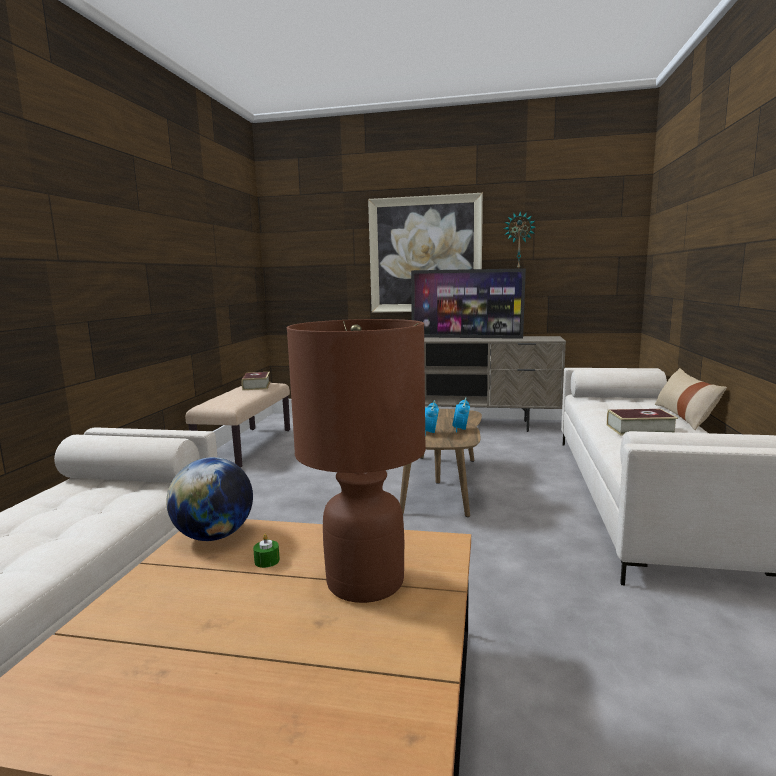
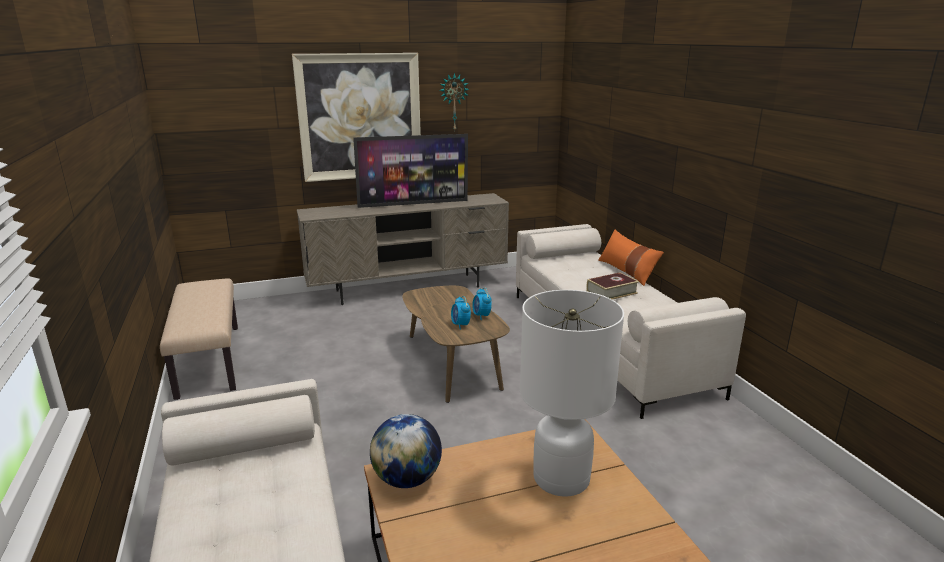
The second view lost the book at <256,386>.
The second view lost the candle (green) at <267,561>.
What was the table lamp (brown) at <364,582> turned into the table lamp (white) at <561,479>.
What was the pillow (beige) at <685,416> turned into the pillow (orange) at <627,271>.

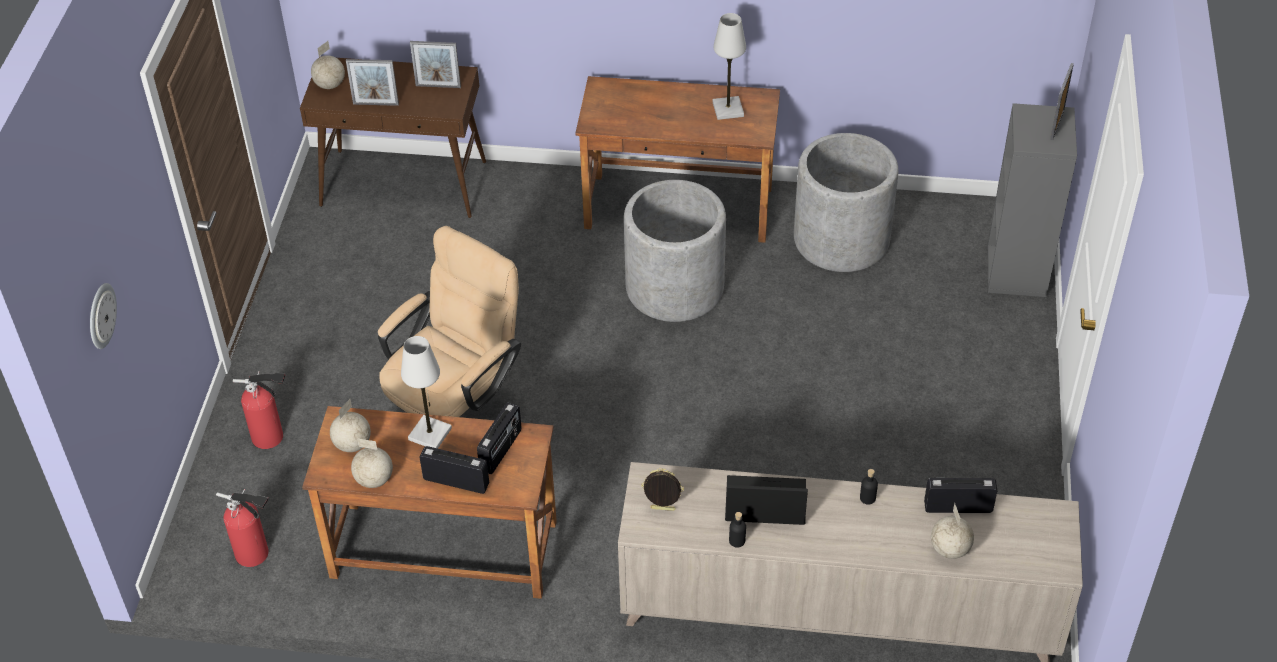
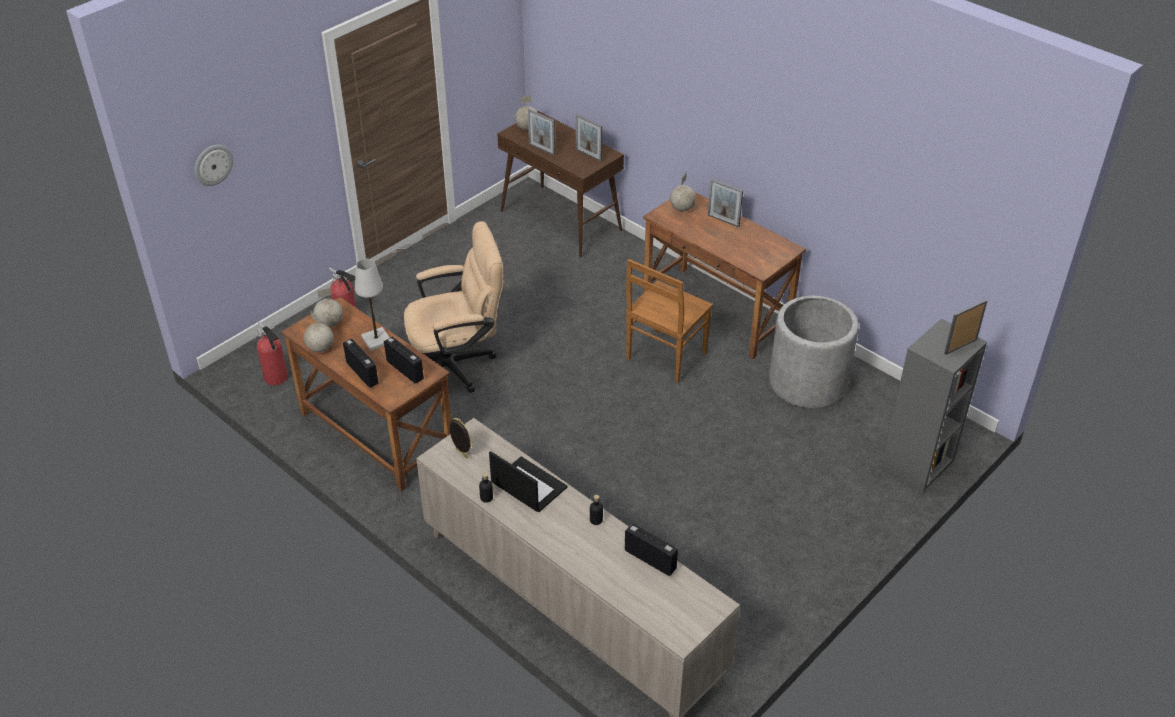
The second view lost the table lamp (white) at <728,109>.
The second view gained the picture frame at <723,220>.
The globe ended up elsewhere, having gone from <950,549> to <682,208>.
Where the planter (grey) stood at <674,288>, the chair (brown) came to stand at <665,357>.
The radio at <501,450> ended up facing another way, 105 degrees counterclockwise from before.

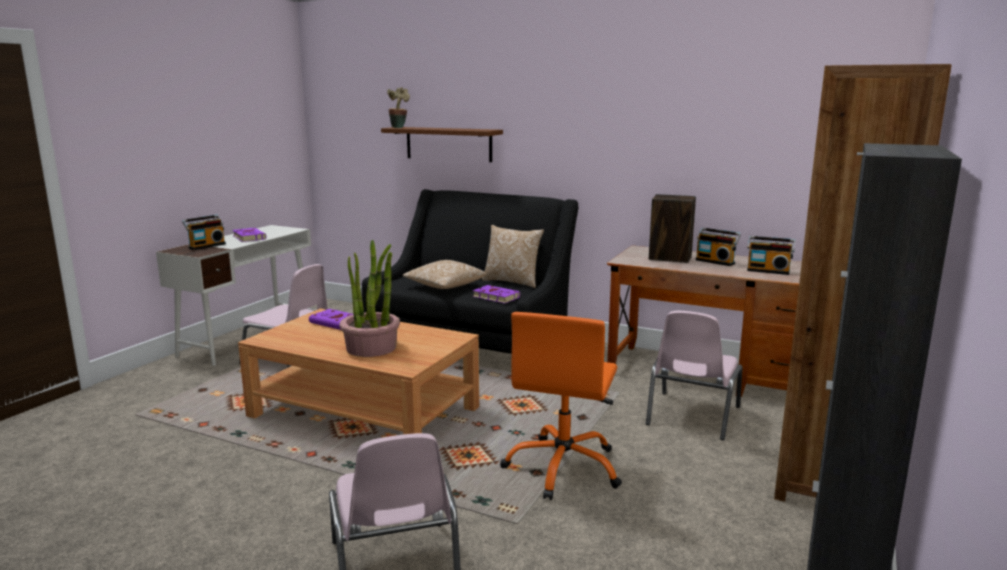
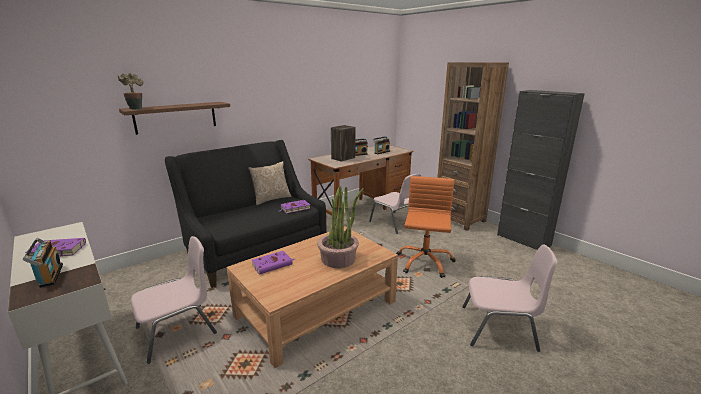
The second view lost the pillow at <444,286>.
The office chair (orange) at <564,468> ended up facing another way, 120 degrees counterclockwise from before.

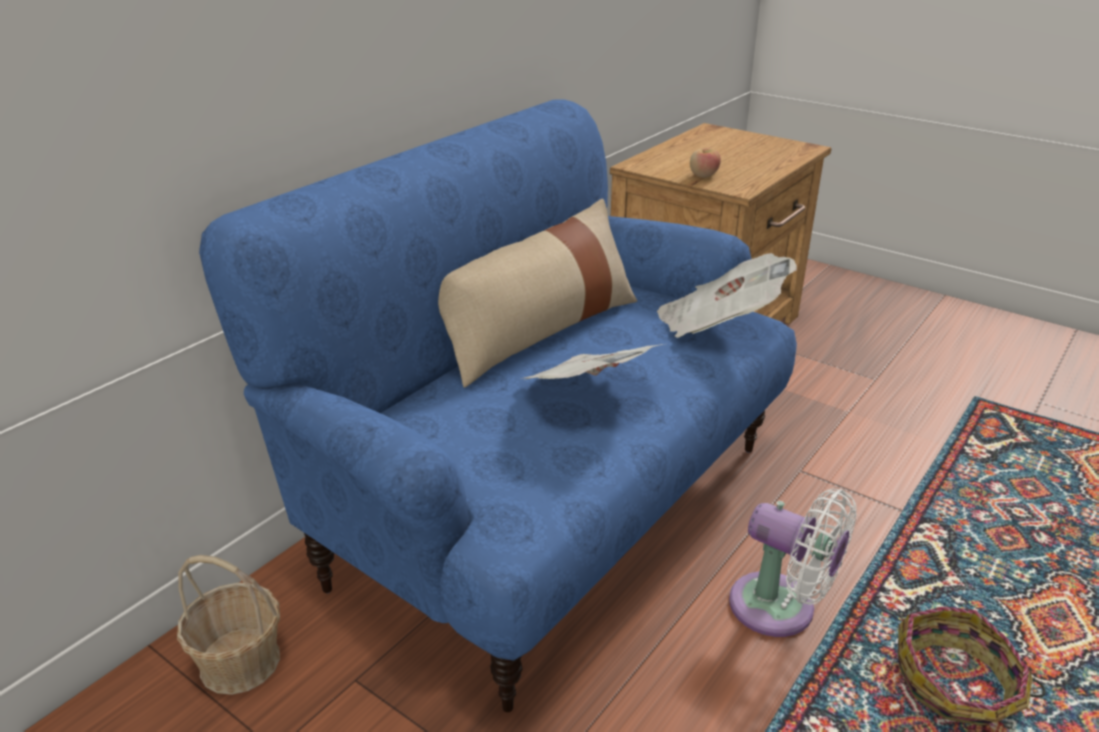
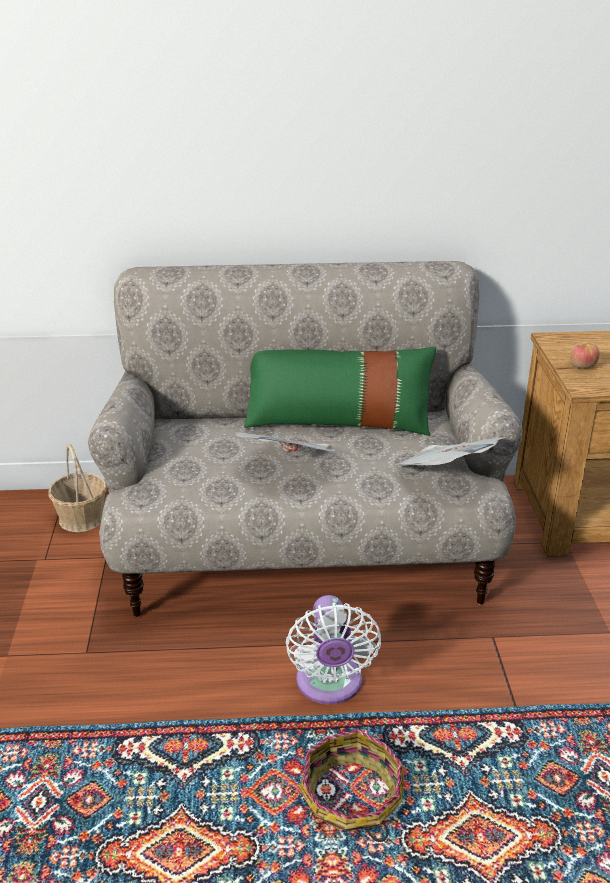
What was the sofa (blue) at <549,509> turned into the sofa (beige) at <304,550>.
What was the pillow (beige) at <539,331> turned into the pillow (green) at <338,421>.

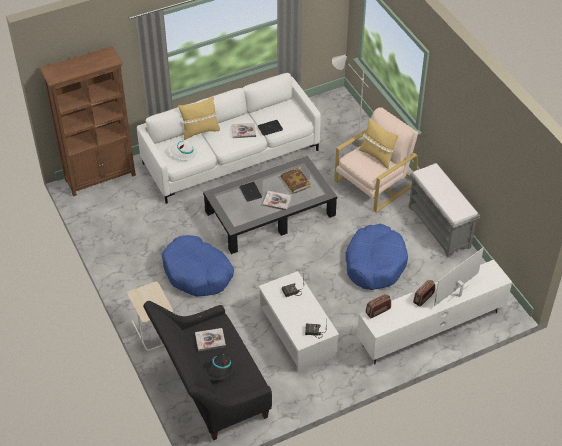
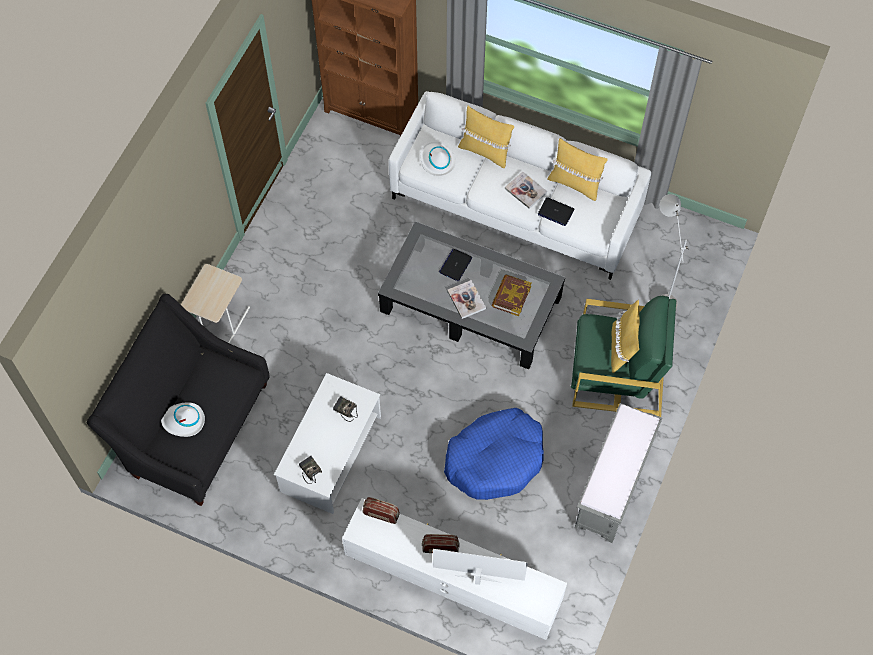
The second view lost the dog bed (blue) at <197,273>.
The second view lost the book at <210,340>.
The second view gained the pillow (yellow) at <575,183>.
What was the hat (black) at <220,370> turned into the hat (white) at <184,421>.
What was the armchair (beige) at <375,182> turned into the armchair (green) at <618,372>.

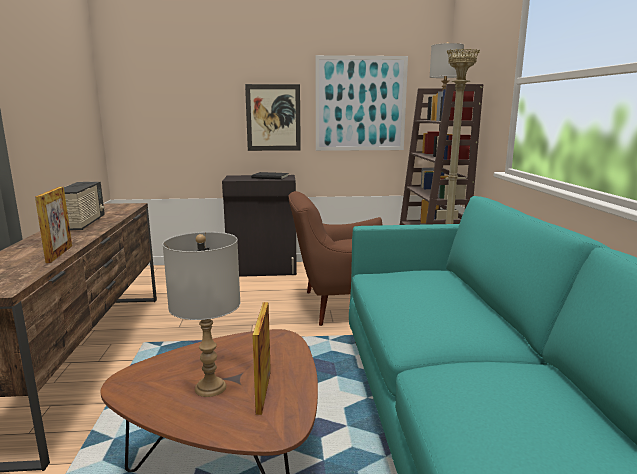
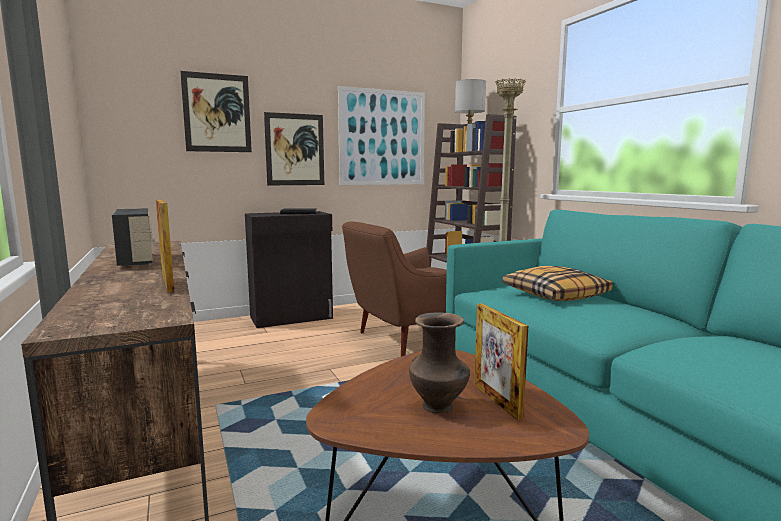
The second view gained the picture at <217,113>.
The second view gained the pillow at <554,295>.
Where the table lamp (grey) stood at <211,388>, the vase (brown) came to stand at <439,407>.

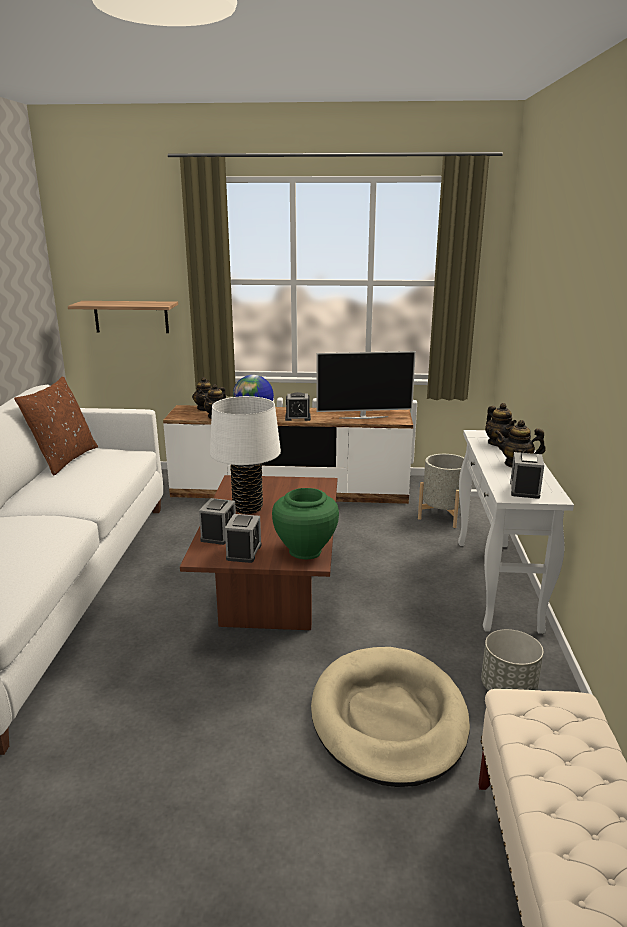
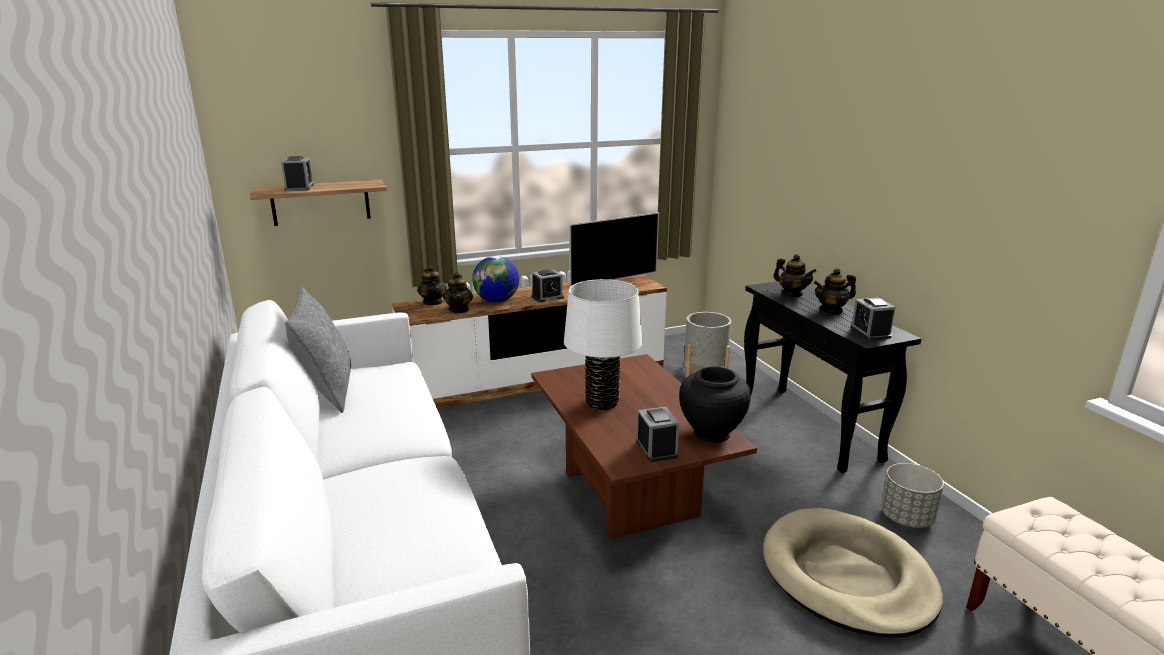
The alarm clock ended up elsewhere, having gone from <219,534> to <299,188>.
What was the pillow (brown) at <64,460> turned into the pillow (grey) at <327,391>.
What was the vase (green) at <305,551> turned into the vase (black) at <711,433>.
What was the console table (white) at <497,584> turned into the console table (black) at <810,428>.

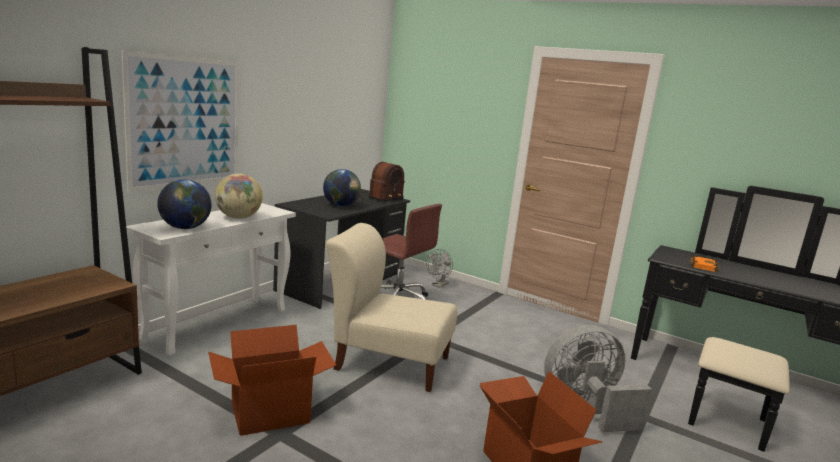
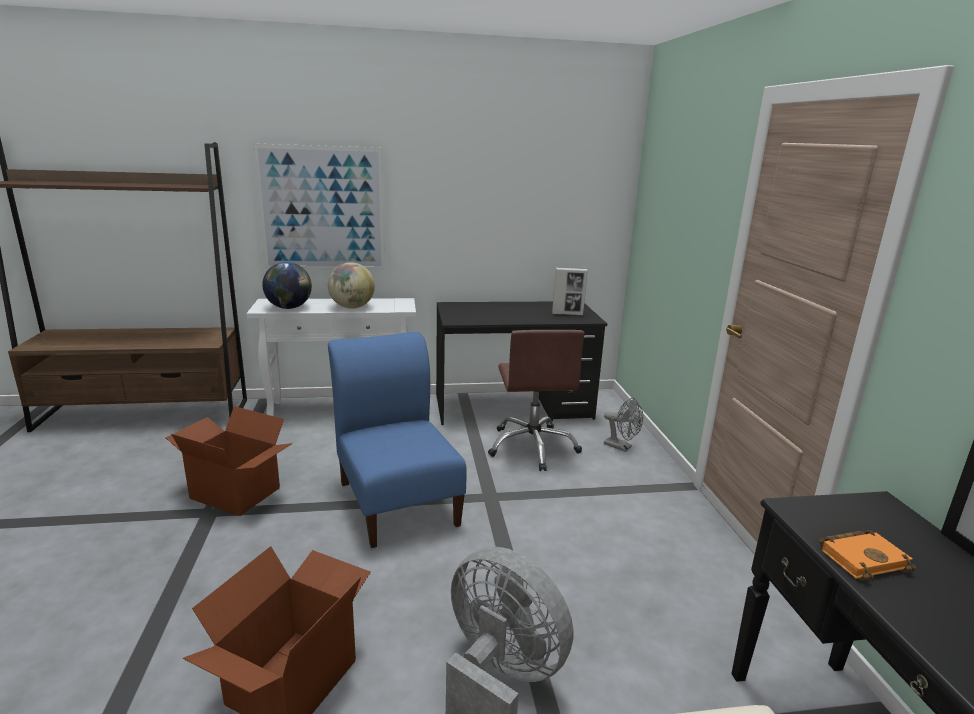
The second view lost the globe at <341,206>.
Where the radio stood at <377,198>, the picture frame came to stand at <567,314>.
What was the chair (beige) at <387,362> turned into the chair (blue) at <397,500>.
The fan (grey) at <439,285> ended up facing another way, 135 degrees counterclockwise from before.

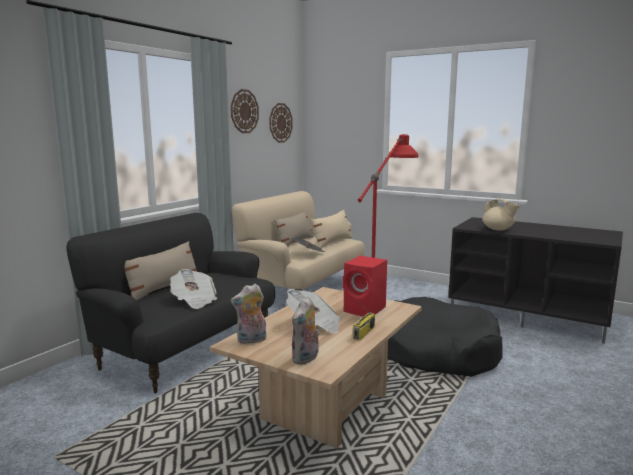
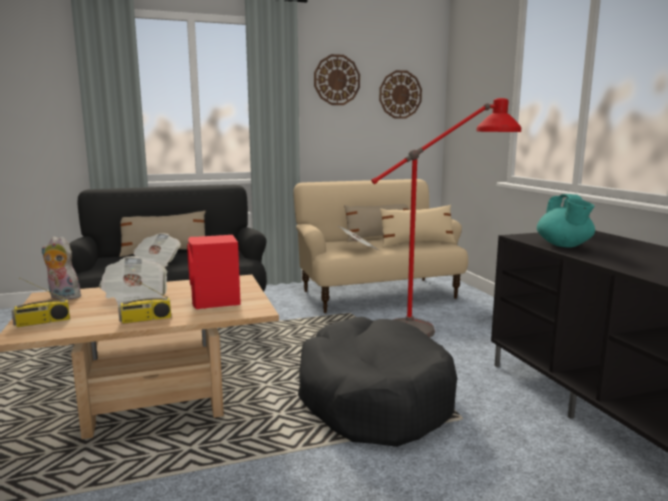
Where the plush toy stood at <306,359>, the radio came to stand at <42,322>.
What was the teapot (beige) at <498,229> turned into the teapot (turquoise) at <564,245>.

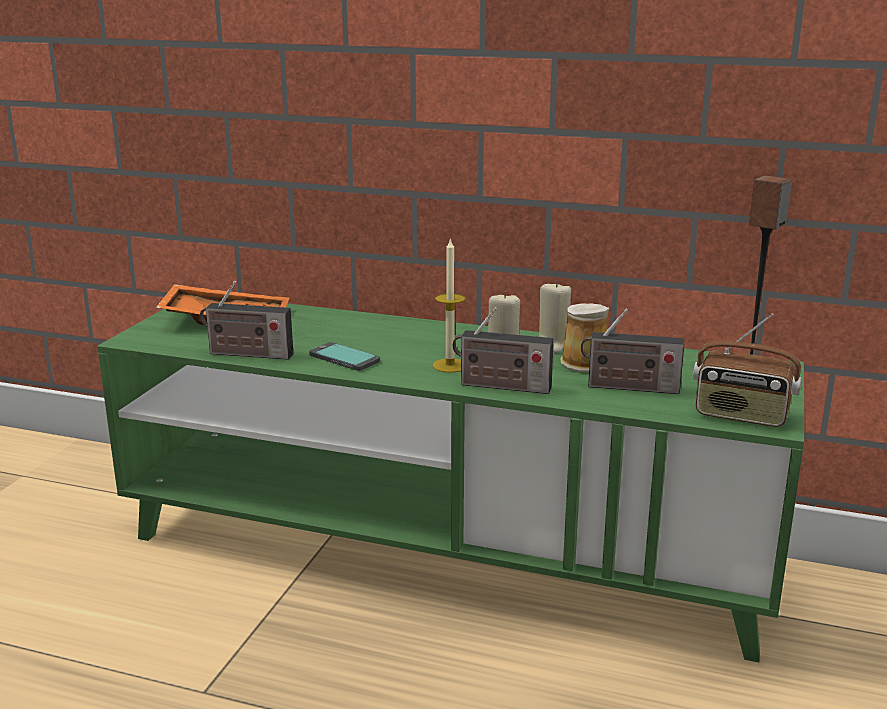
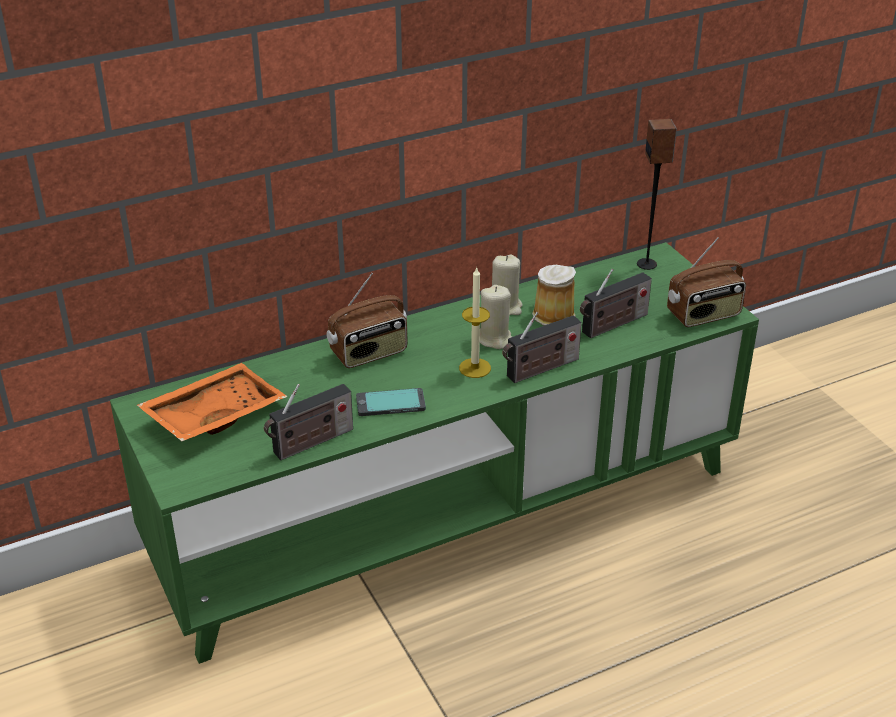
The second view gained the radio at <369,353>.

